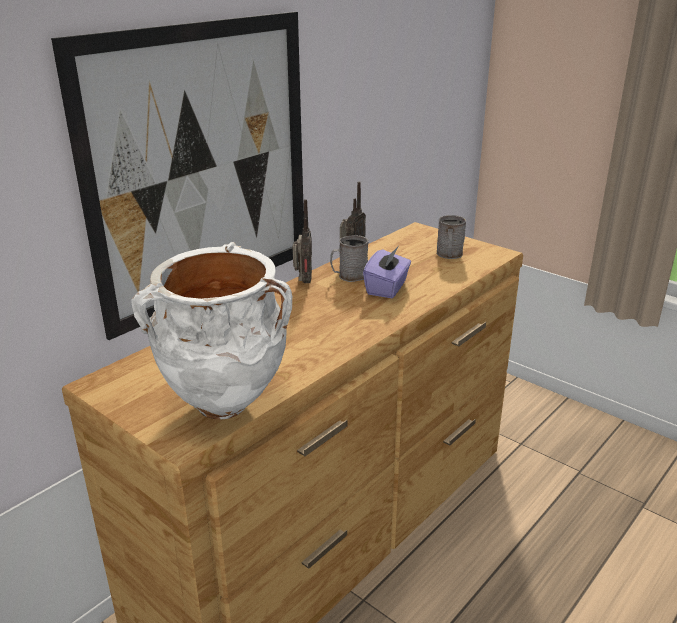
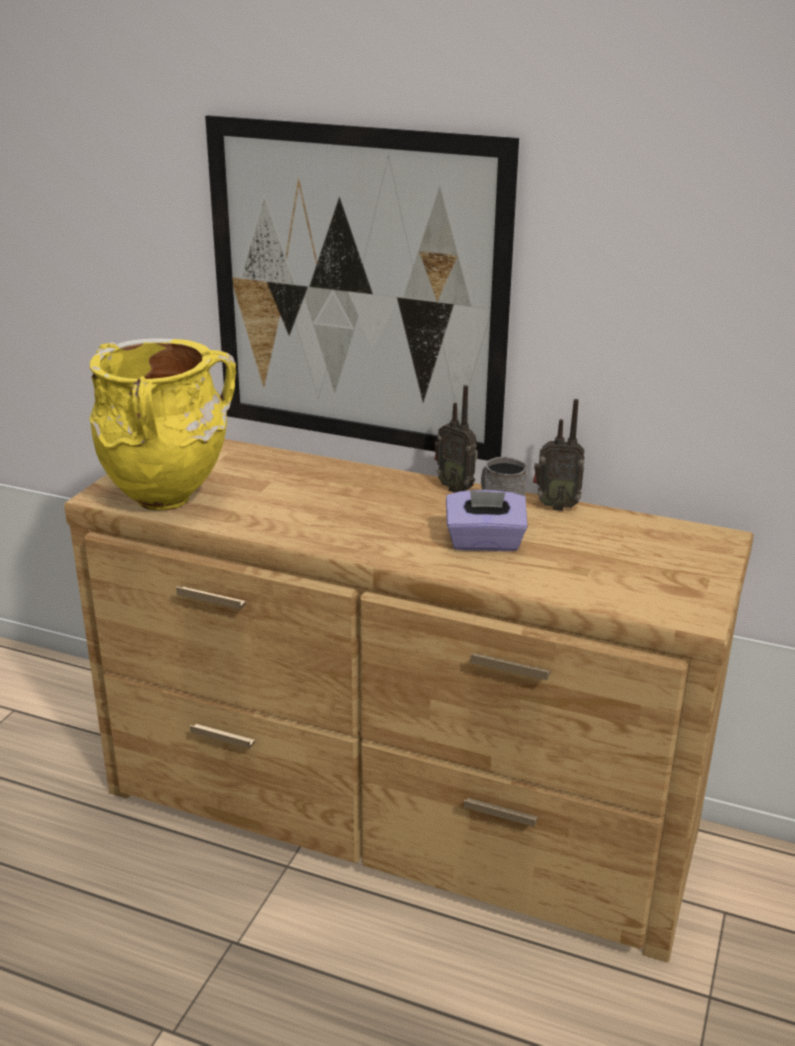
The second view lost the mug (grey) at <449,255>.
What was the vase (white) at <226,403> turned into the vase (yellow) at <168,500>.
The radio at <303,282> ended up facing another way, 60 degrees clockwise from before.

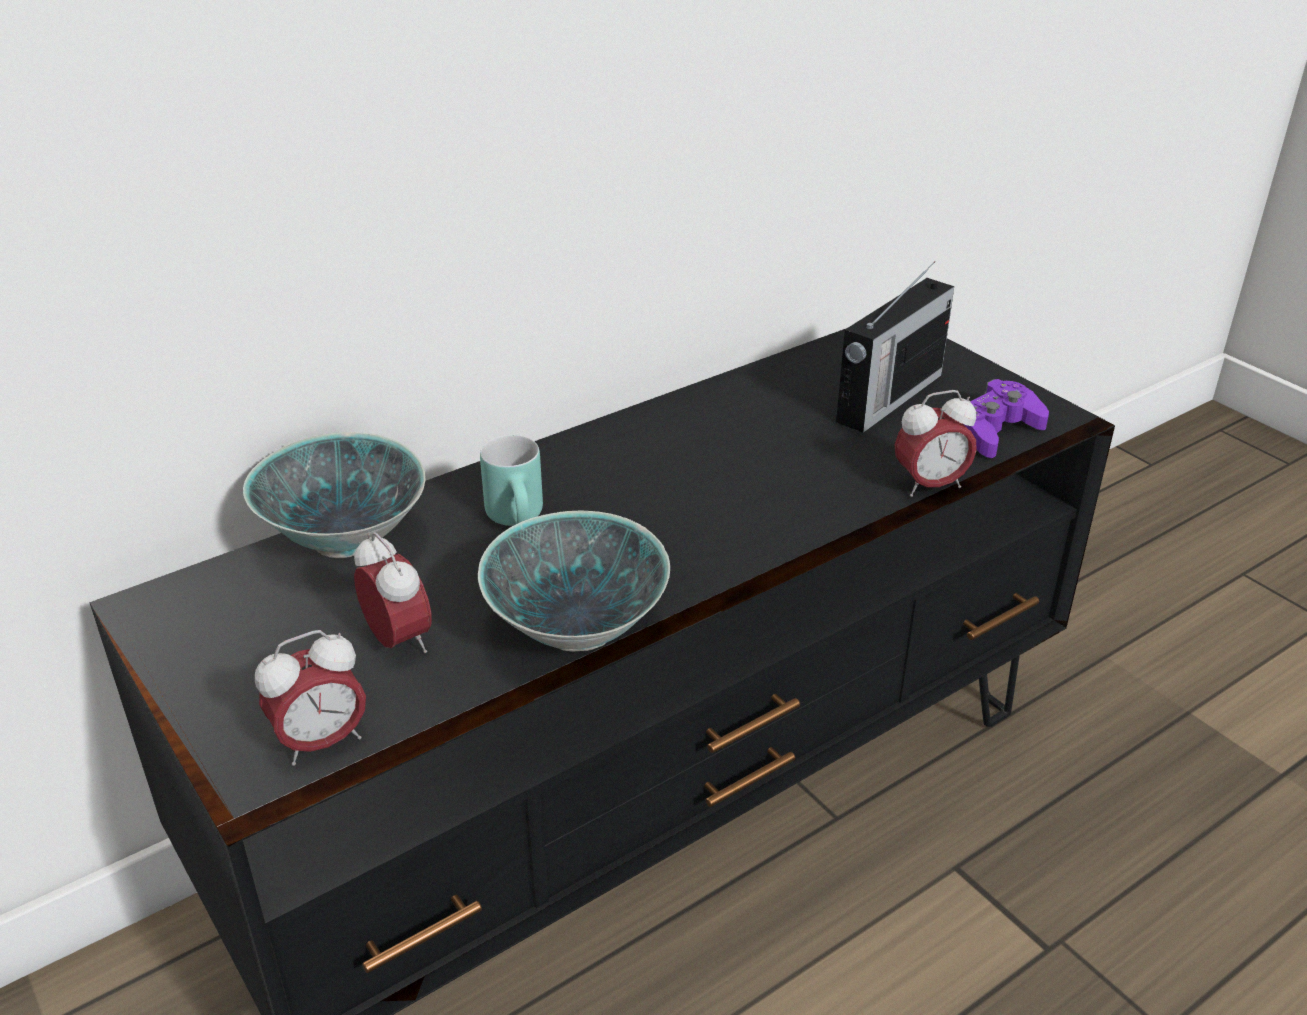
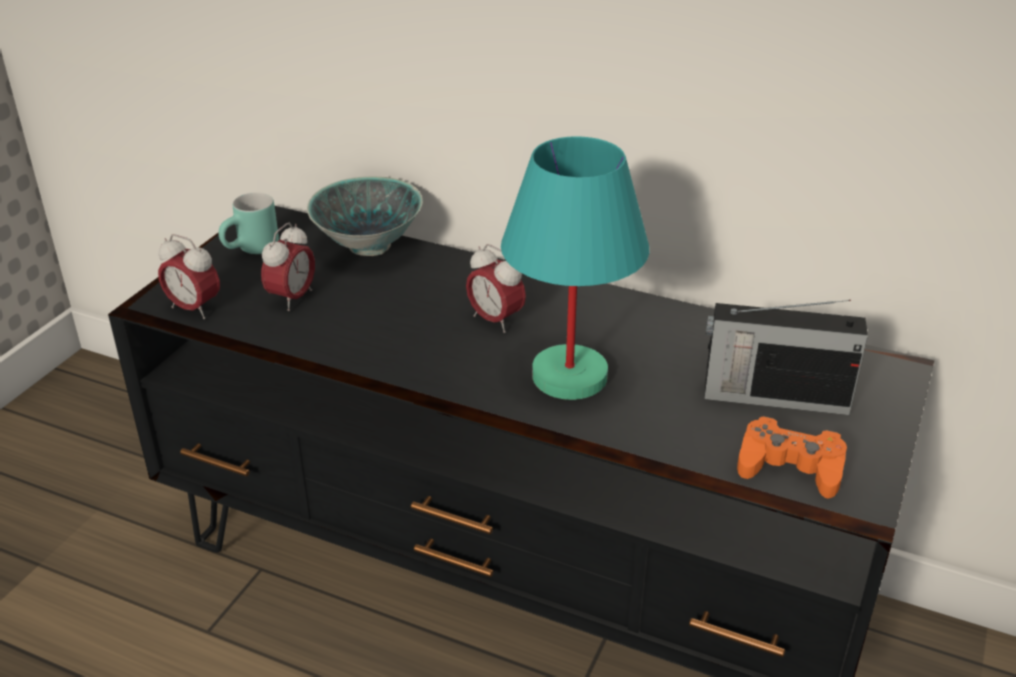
The second view lost the bowl at <577,630>.
The second view gained the table lamp (turquoise) at <569,375>.
The mug (turquoise) ended up elsewhere, having gone from <521,520> to <253,251>.
The alarm clock ended up elsewhere, having gone from <929,485> to <495,320>.
What was the game controller (purple) at <992,429> turned into the game controller (orange) at <790,466>.

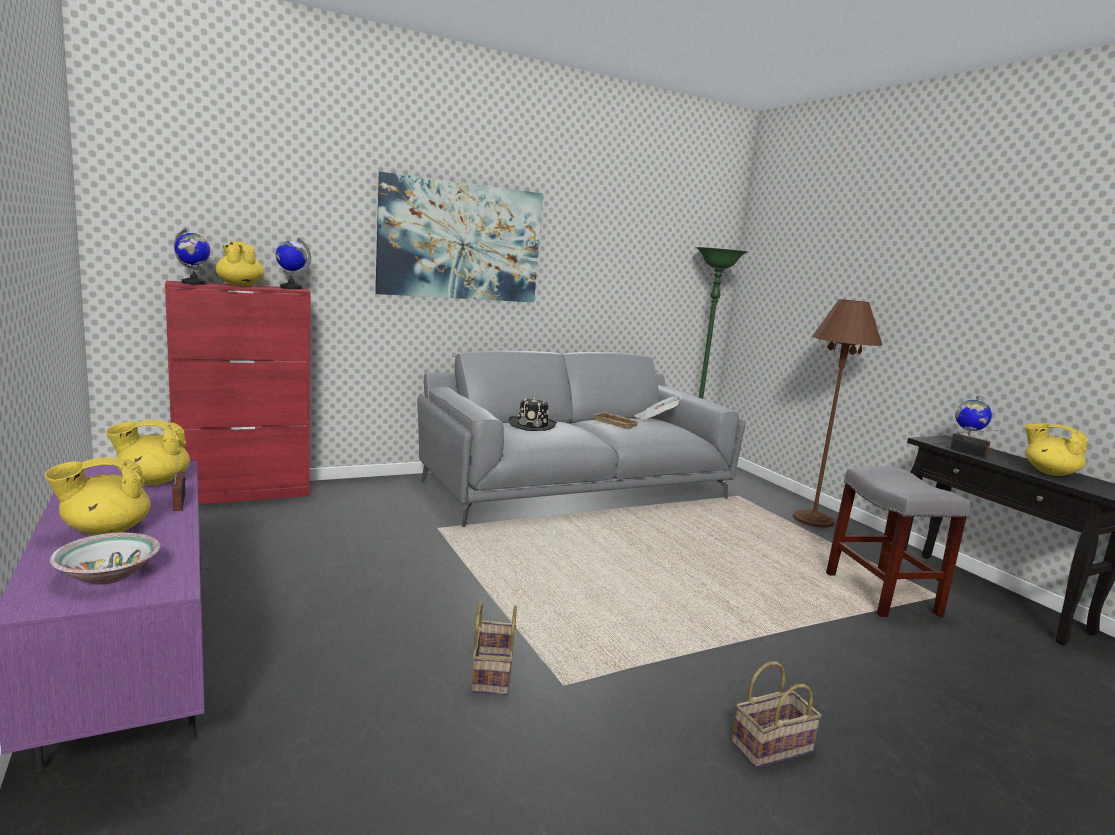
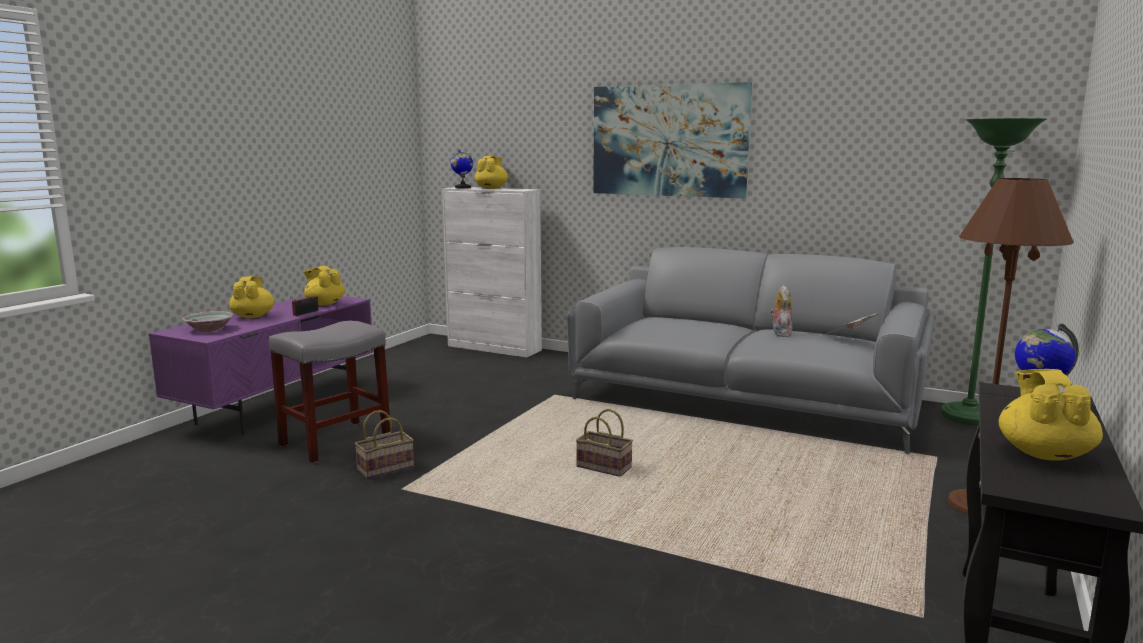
The second view lost the globe at <291,288>.
The second view lost the hat (black) at <532,425>.
The second view lost the radio at <969,454>.
The basket ended up elsewhere, having gone from <772,746> to <605,467>.
The stool (grey) ended up elsewhere, having gone from <880,593> to <336,441>.
Where the tray (beige) stood at <617,423>, the plush toy came to stand at <780,333>.
What was the cabinet (red) at <244,494> turned into the cabinet (white) at <494,348>.
The teapot (yellow) at <105,530> ended up facing another way, 60 degrees clockwise from before.

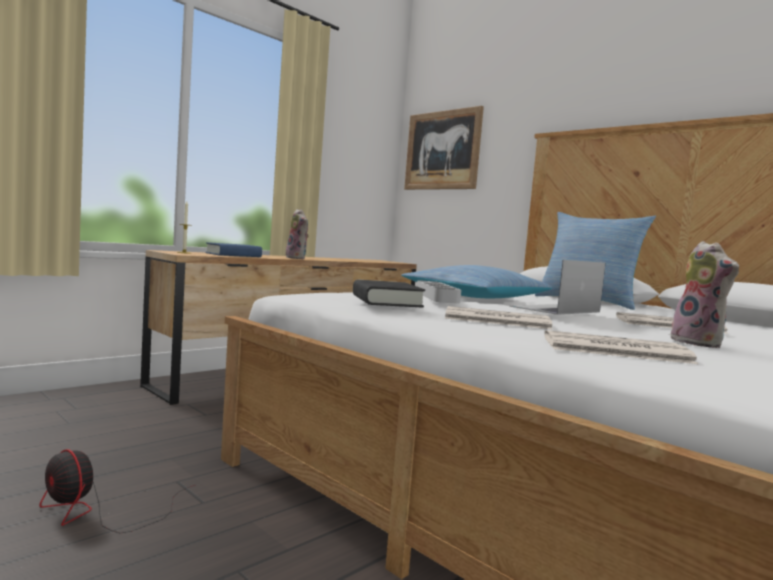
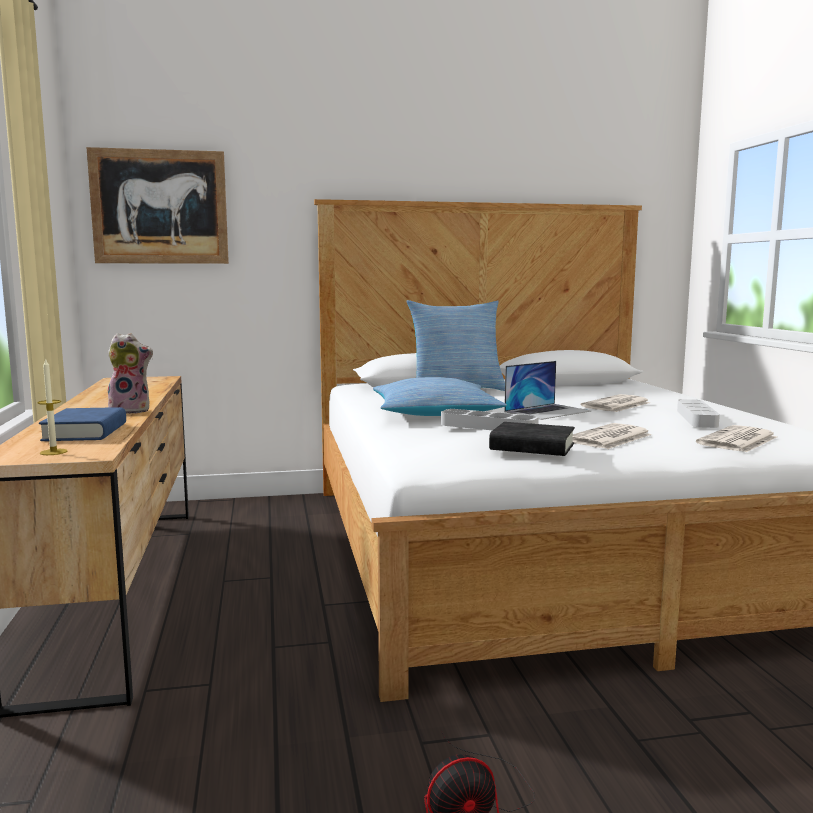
Where the plush toy stood at <700,343>, the tray (grey) came to stand at <696,418>.
The laptop at <555,309> ended up facing another way, 120 degrees counterclockwise from before.

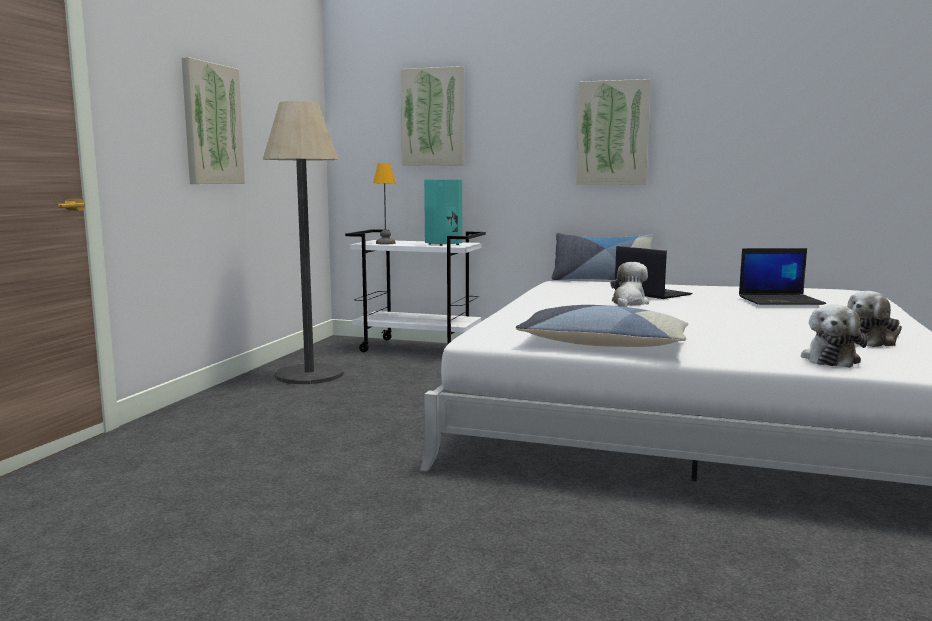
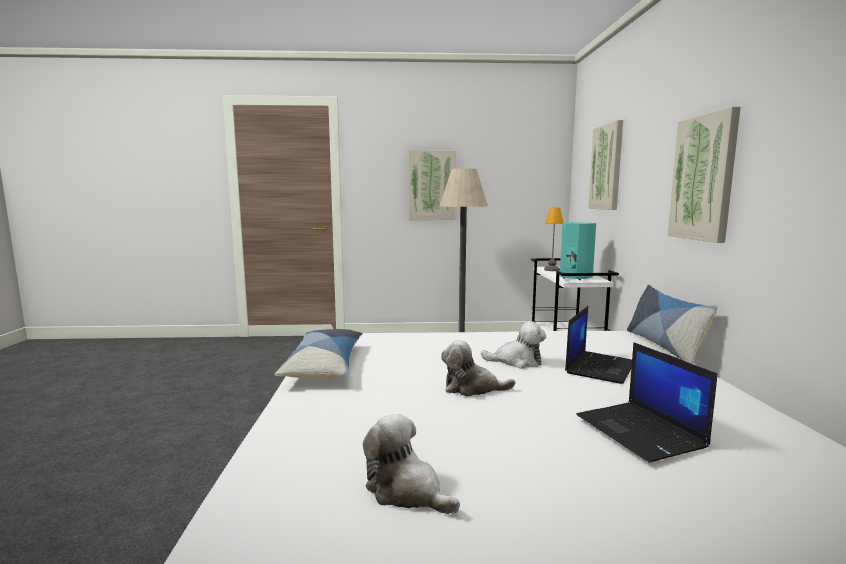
The plush toy ended up elsewhere, having gone from <831,359> to <472,388>.

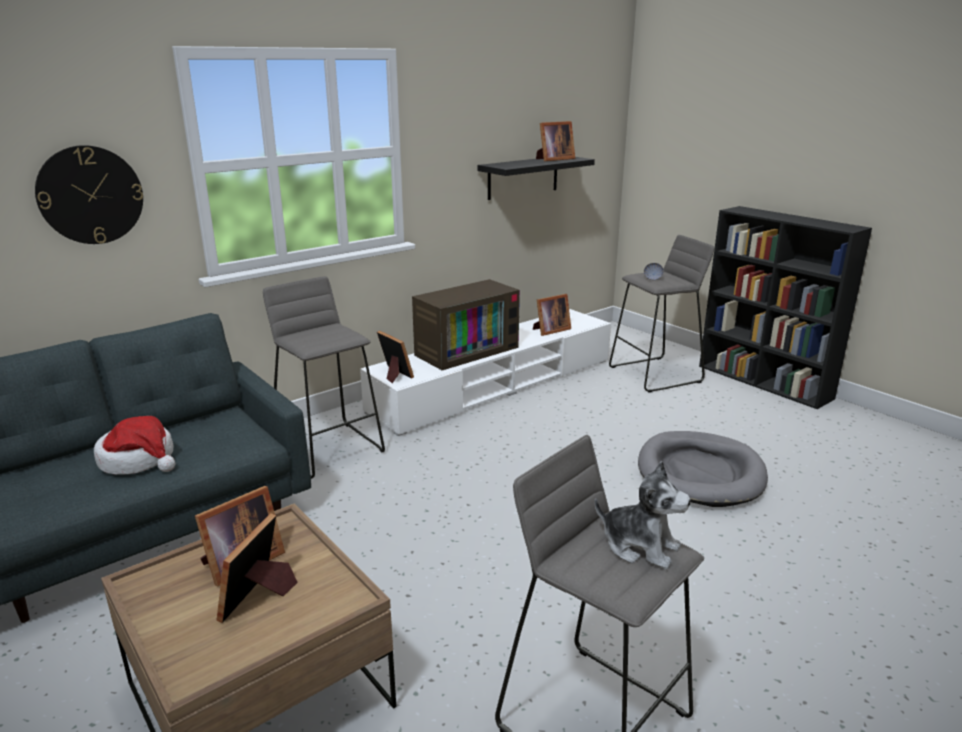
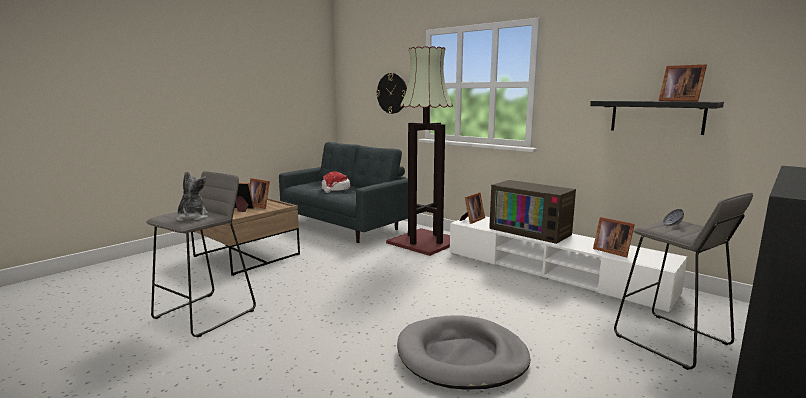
Where the stool (grey) stood at <330,449>, the floor lamp came to stand at <426,242>.
The plush toy at <640,546> ended up facing another way, 150 degrees clockwise from before.

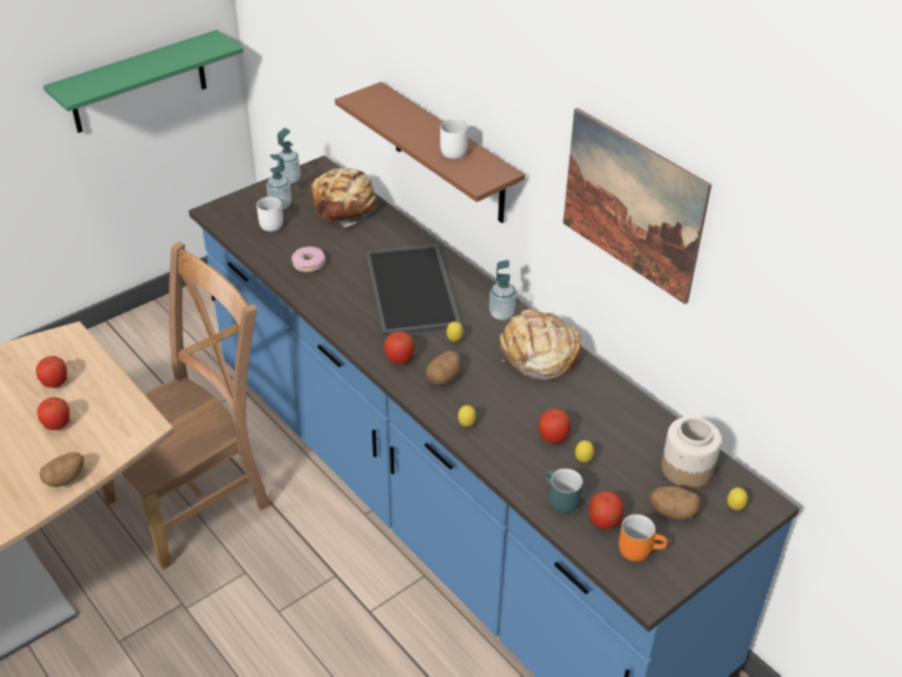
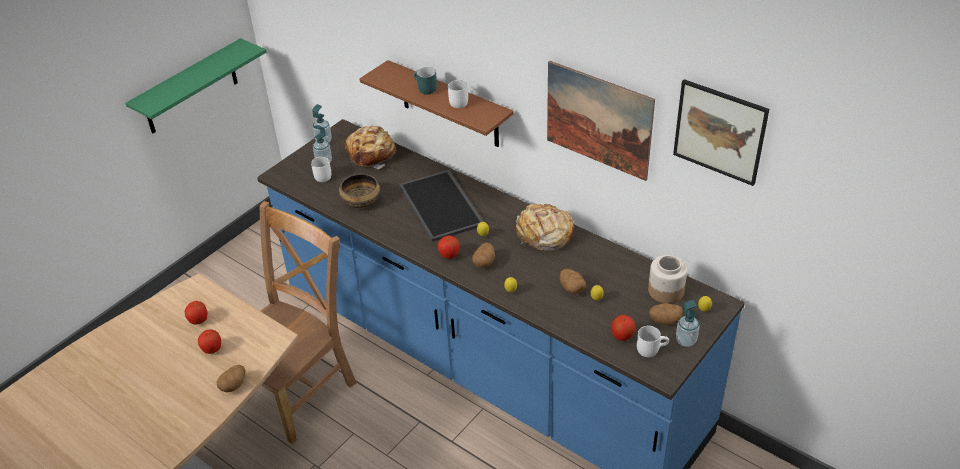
The second view gained the picture at <719,131>.
The soap dispenser ended up elsewhere, having gone from <501,314> to <686,340>.
The mug (turquoise) ended up elsewhere, having gone from <558,501> to <424,89>.
Where the donut stood at <309,264>, the bowl came to stand at <361,200>.
Where the apple stood at <553,437>, the potato came to stand at <571,288>.
What was the mug (orange) at <639,549> turned into the mug (white) at <650,349>.

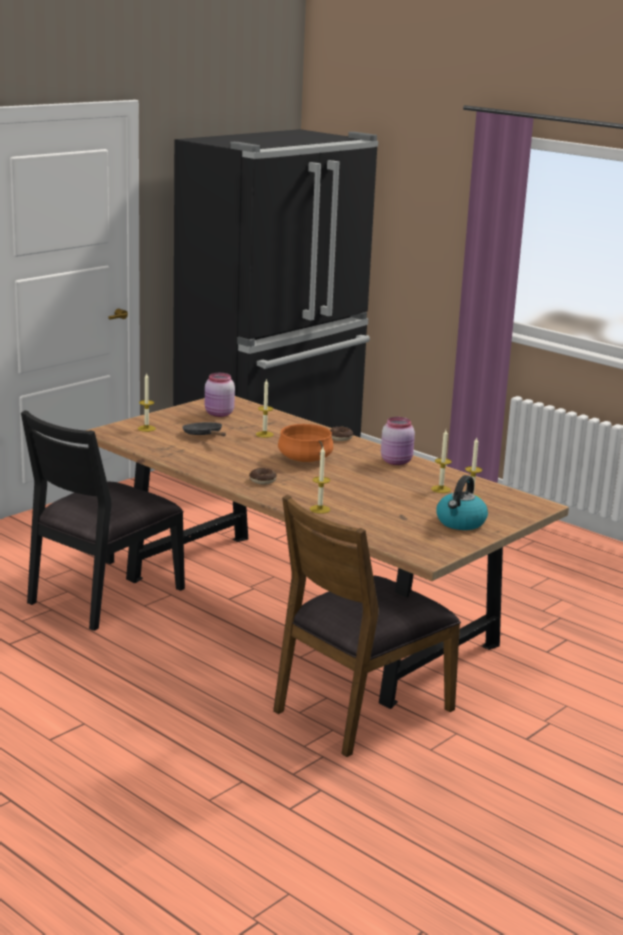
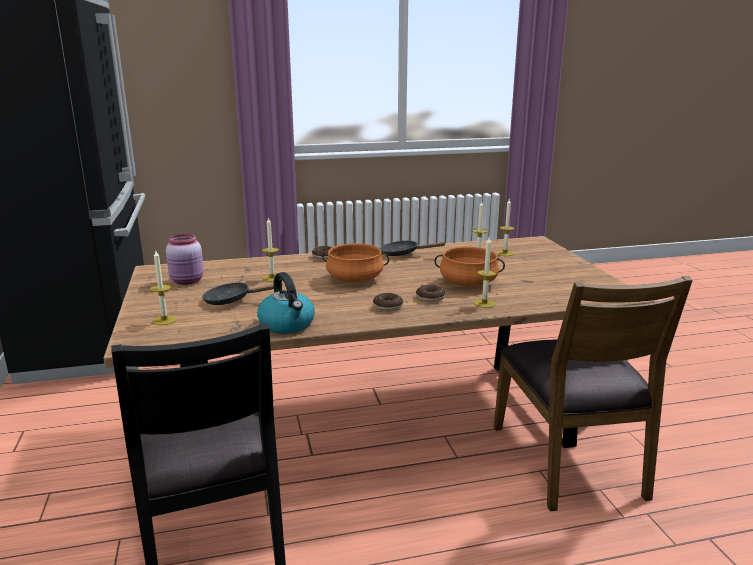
The second view gained the donut at <430,298>.
The second view gained the cooking pot (orange) at <468,283>.
The kettle ended up elsewhere, having gone from <460,523> to <287,325>.
Where the jar (pink) stood at <397,461>, the frying pan (black) came to stand at <403,254>.

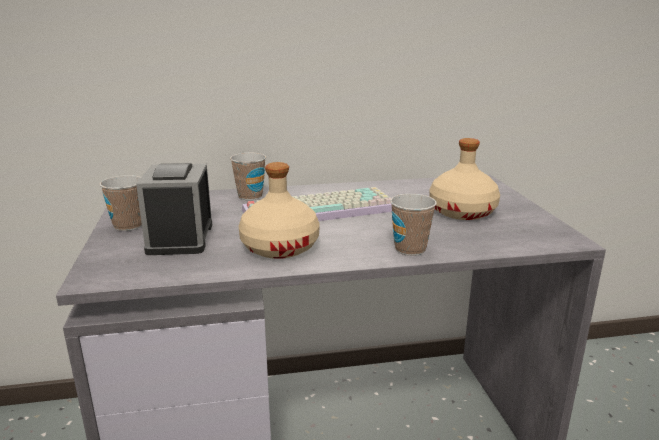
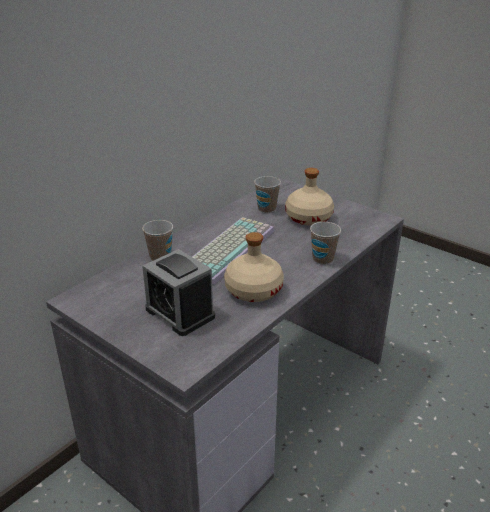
The cup ended up elsewhere, having gone from <128,226> to <266,209>.

